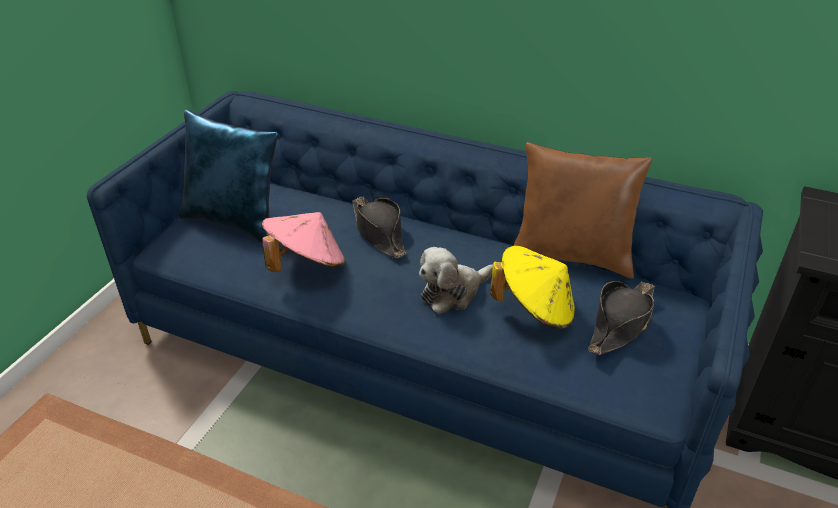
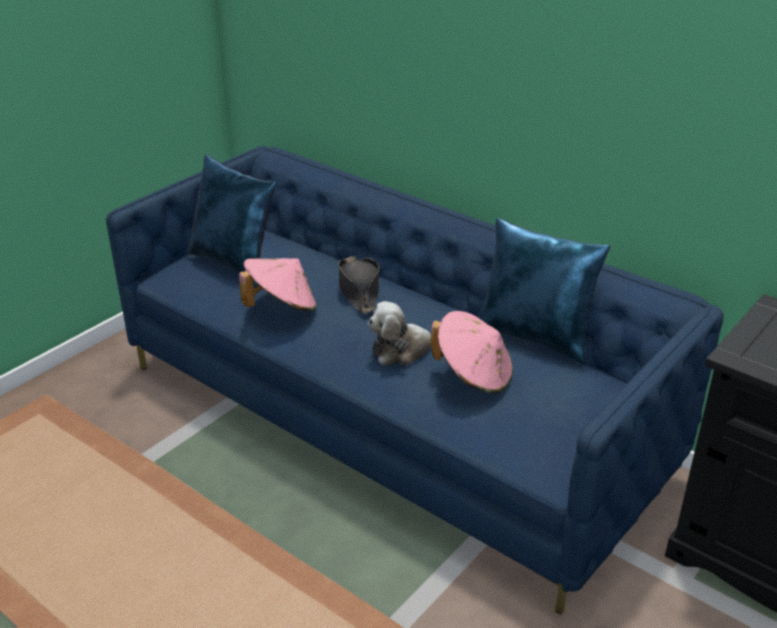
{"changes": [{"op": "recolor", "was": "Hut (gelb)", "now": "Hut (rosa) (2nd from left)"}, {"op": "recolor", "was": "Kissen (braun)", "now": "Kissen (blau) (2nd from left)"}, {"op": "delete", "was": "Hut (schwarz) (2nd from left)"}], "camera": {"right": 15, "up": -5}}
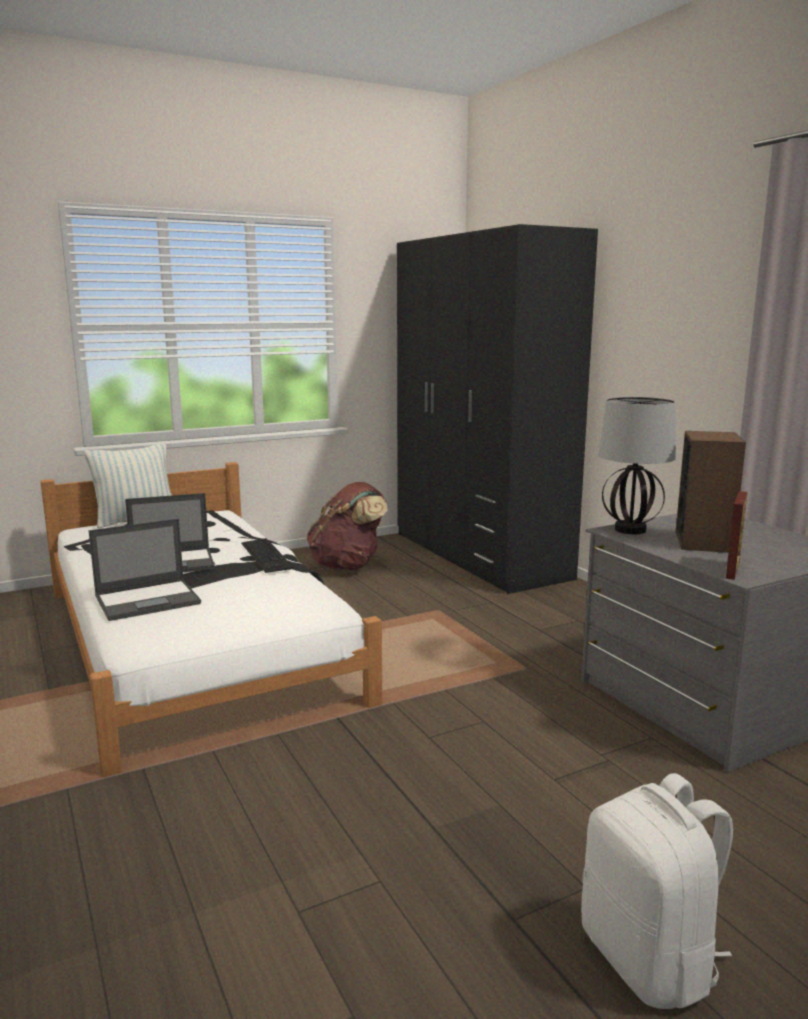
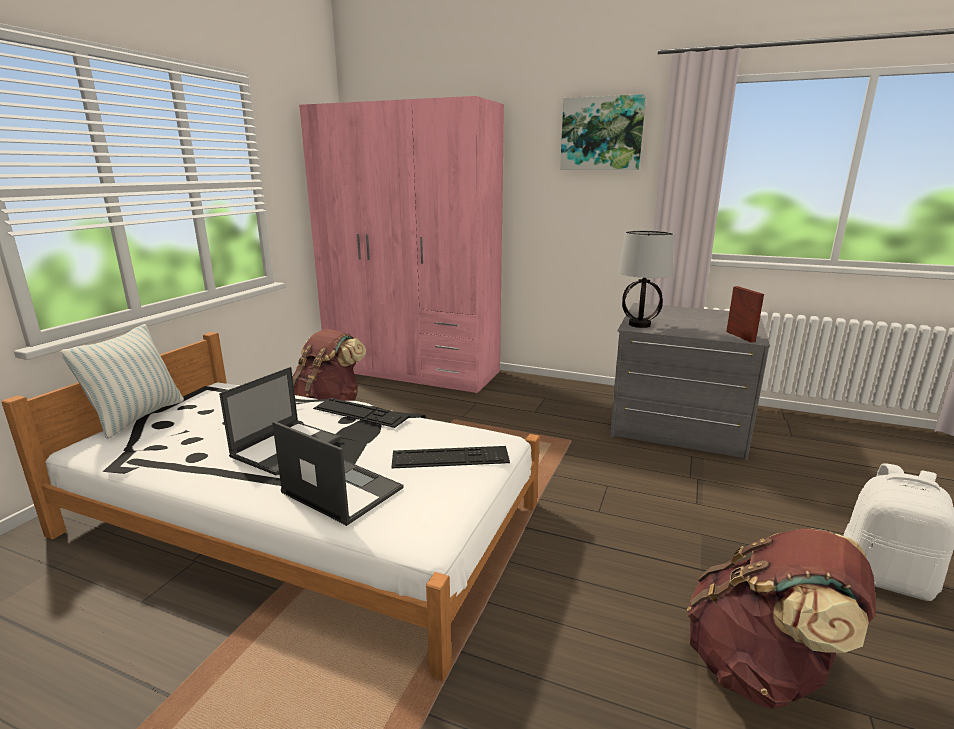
{"changes": [{"op": "rotate", "was": "Laptop (1st from left in the first image)", "clockwise": -75}, {"op": "recolor", "was": "Kleiderschrank (schwarz)", "now": "Kleiderschrank (rosa)"}, {"op": "insert", "now": "Tastatur (2nd from left)"}, {"op": "insert", "now": "Bild"}, {"op": "insert", "now": "Rucksack (braun) (2nd from left)"}, {"op": "delete", "was": "Lautsprecher"}], "camera": {"right": -40, "up": 5}}
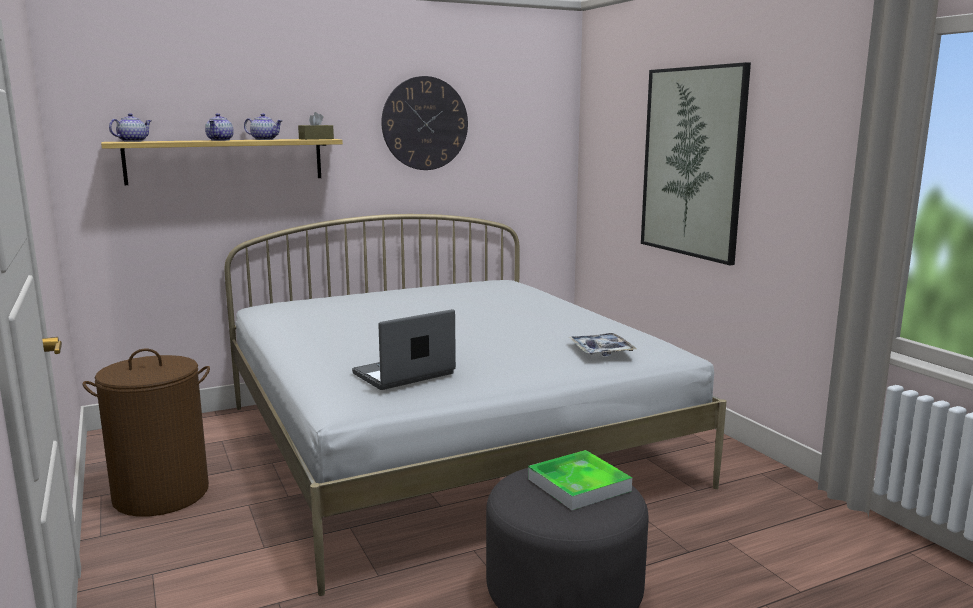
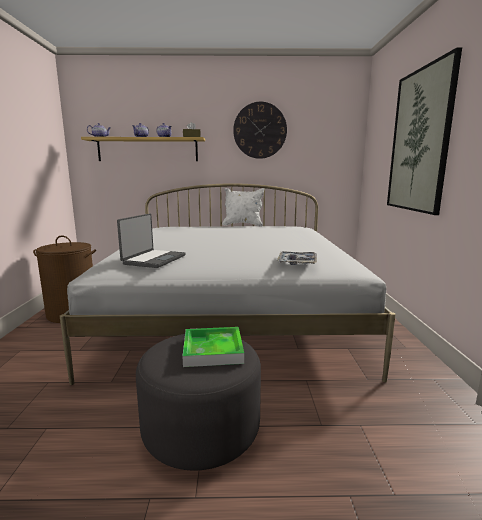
{"changes": [{"op": "rotate", "was": "Laptop", "clockwise": 120}, {"op": "insert", "now": "Kissen (weiß)"}], "camera": {"right": 25, "up": 0}}
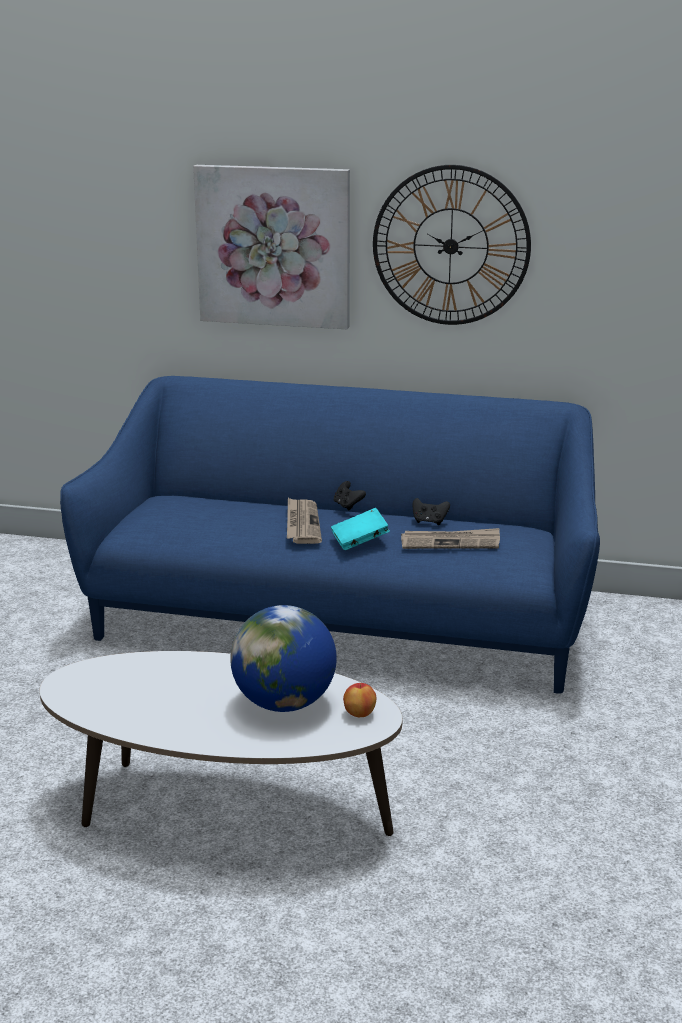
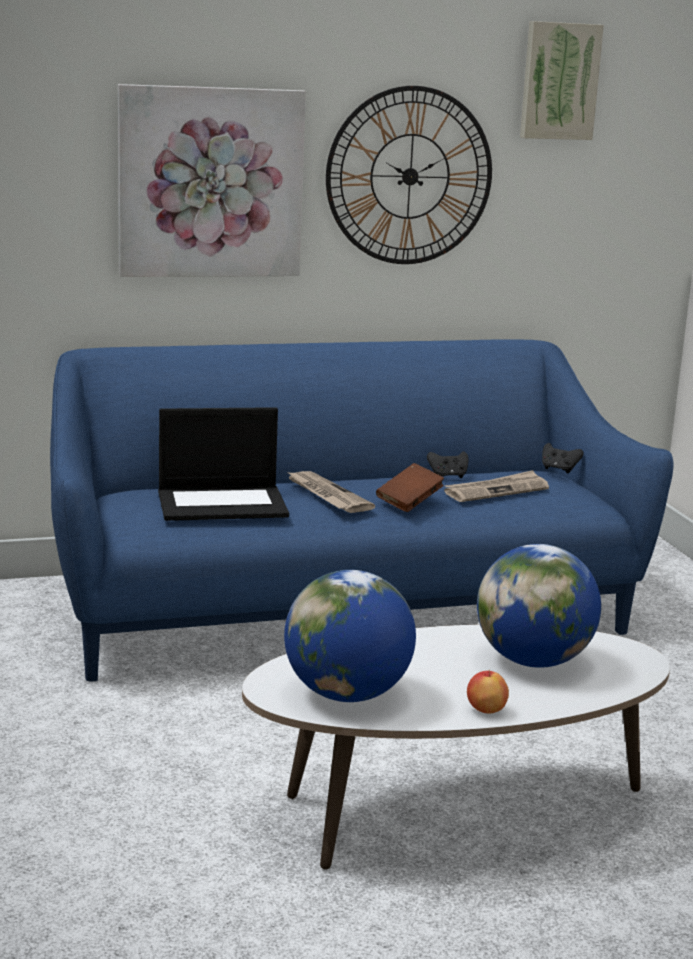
{"changes": [{"op": "insert", "now": "Laptop"}, {"op": "insert", "now": "Globus (1st from left)"}, {"op": "recolor", "was": "Buch (türkis)", "now": "Buch (braun)"}, {"op": "move", "was": "Apfel"}, {"op": "insert", "now": "Bild (2nd from left)"}, {"op": "move", "was": "Gamepad (schwarz) (1st from left in the first image)", "now": "Gamepad (schwarz) (2nd from left)"}], "camera": {"right": -30, "up": -5}}
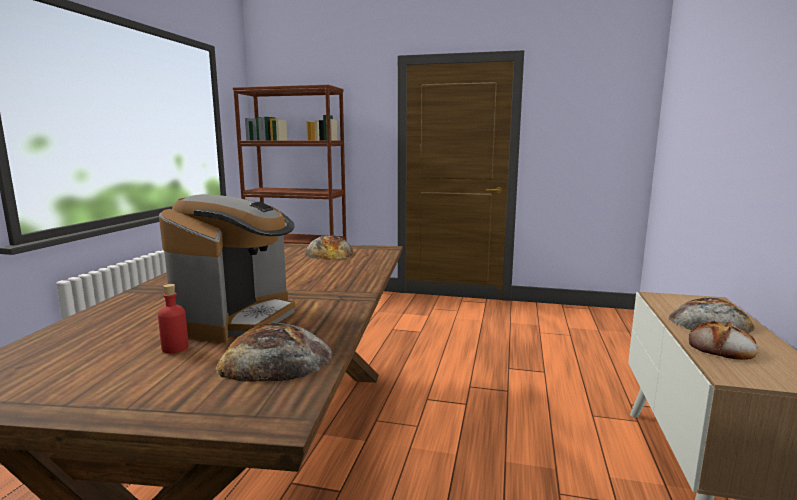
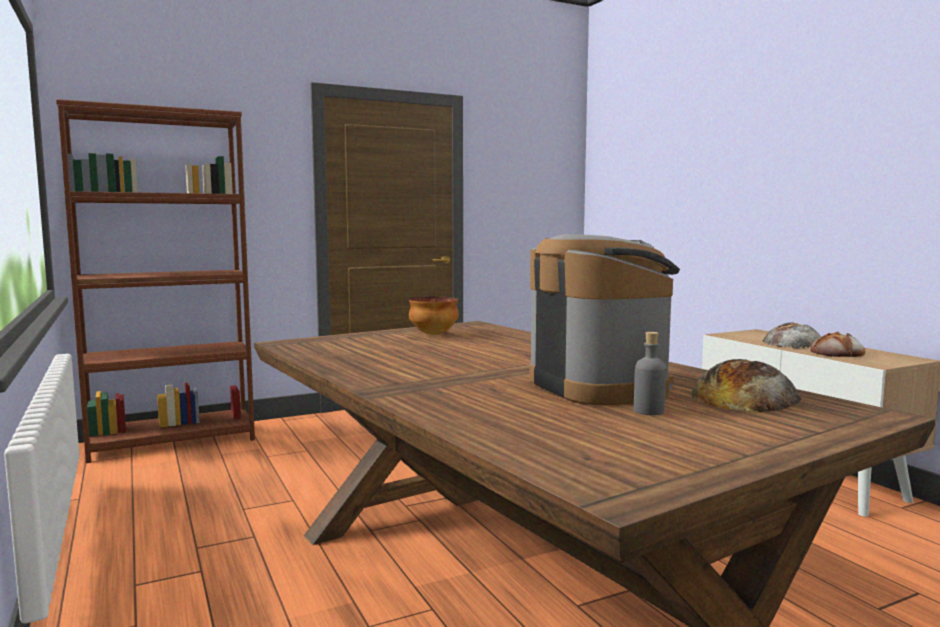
{"changes": [{"op": "replace", "was": "Brot (2nd from left)", "now": "Schüssel"}, {"op": "recolor", "was": "Flasche (rot)", "now": "Flasche (grau)"}], "camera": {"right": -40, "up": -5}}
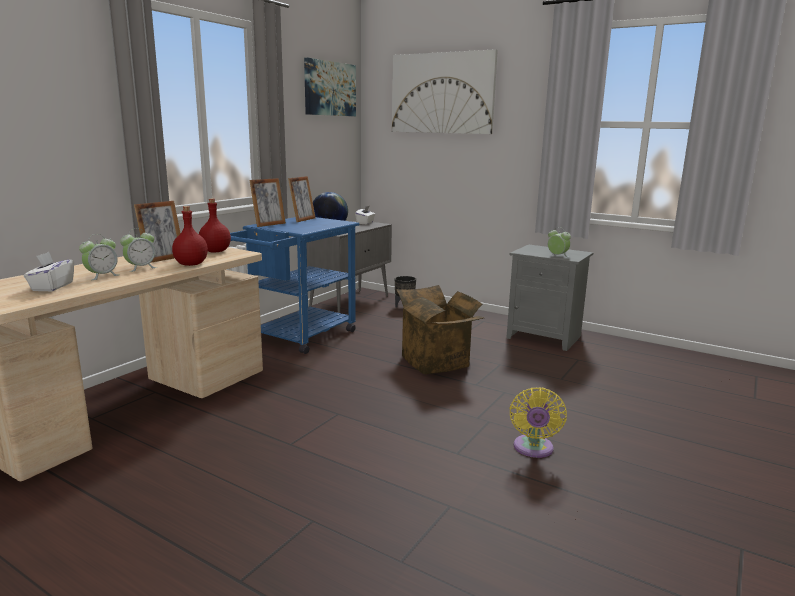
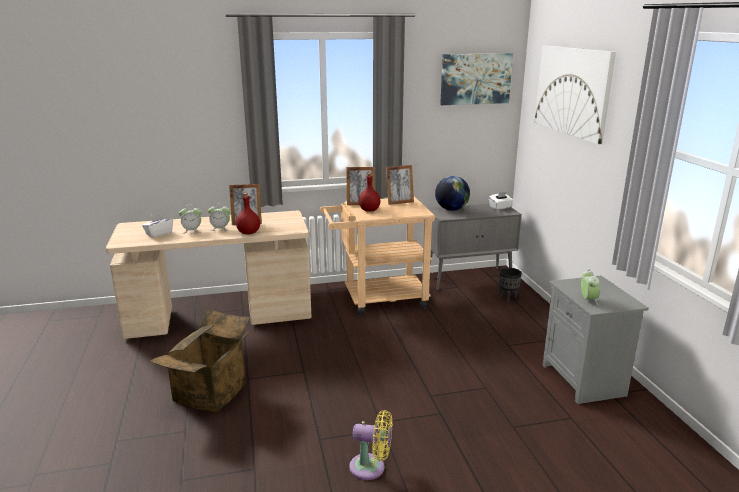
{"changes": [{"op": "move", "was": "Karton"}, {"op": "recolor", "was": "Rollwagen (blau)", "now": "Rollwagen (beige)"}, {"op": "rotate", "was": "Ventilator (gelb)", "clockwise": -135}, {"op": "move", "was": "Flasche (rot) (2nd from left)"}], "camera": {"right": 45, "up": 5}}
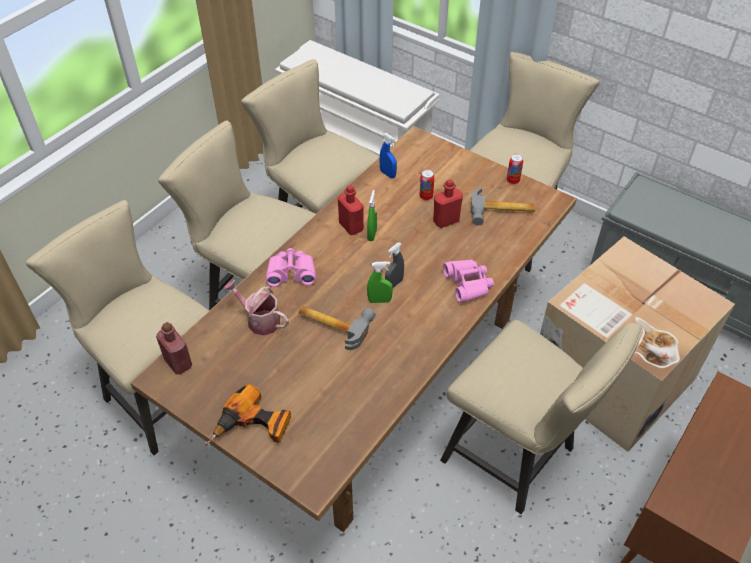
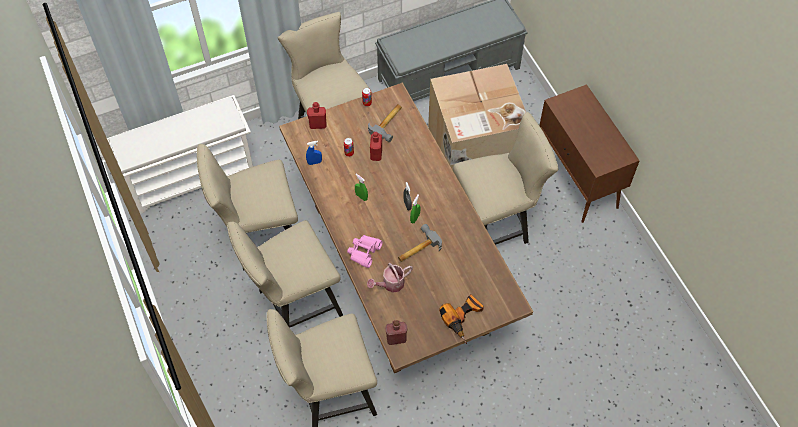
{"changes": [{"op": "move", "was": "Flasche (rot) (2nd from left in the first image)", "now": "Flasche (rot) (1st from left)"}, {"op": "delete", "was": "Fernglas (rosa) (2nd from left)"}], "camera": {"right": -60, "up": 10}}
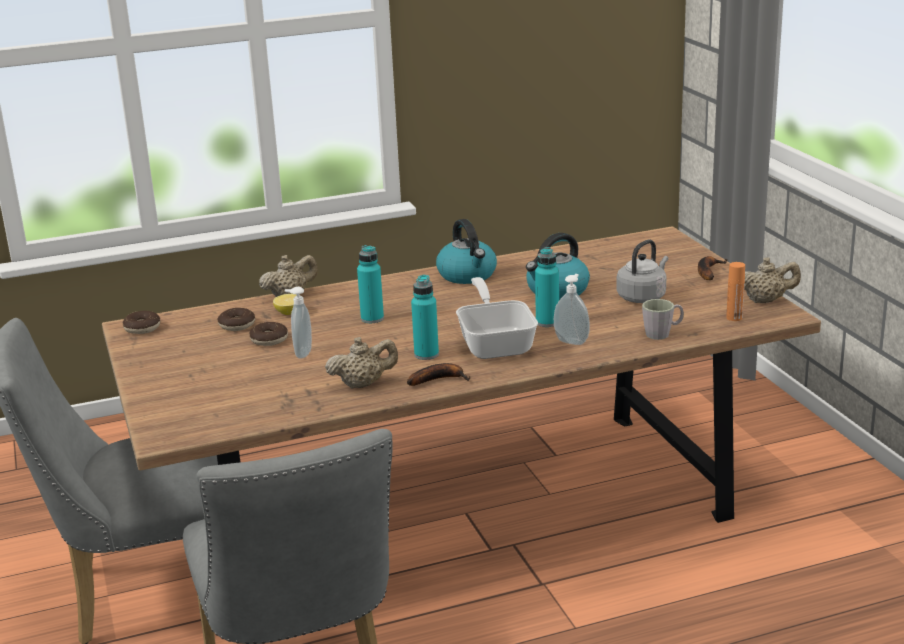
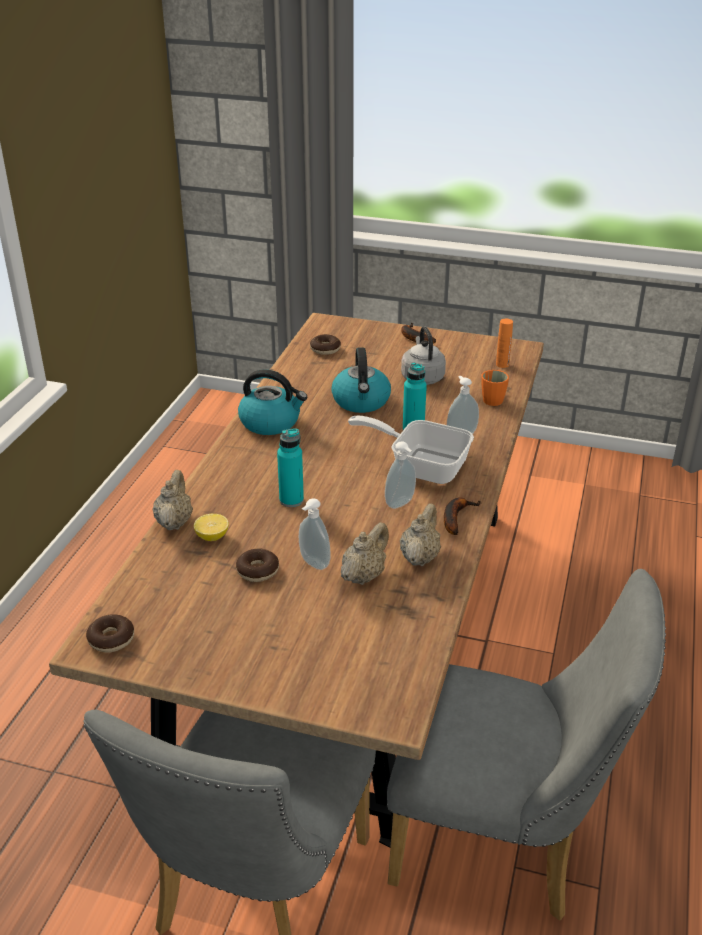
{"changes": [{"op": "move", "was": "Donut (2nd from left in the first image)", "now": "Donut (3rd from left)"}, {"op": "move", "was": "Teekanne (beige) (3rd from left in the first image)", "now": "Teekanne (beige) (2nd from left)"}, {"op": "replace", "was": "Flasche (türkis) (2nd from left)", "now": "Seifenspender (2nd from left)"}, {"op": "recolor", "was": "Henkelbecher (grau)", "now": "Henkelbecher (orange)"}], "camera": {"right": -55, "up": 10}}
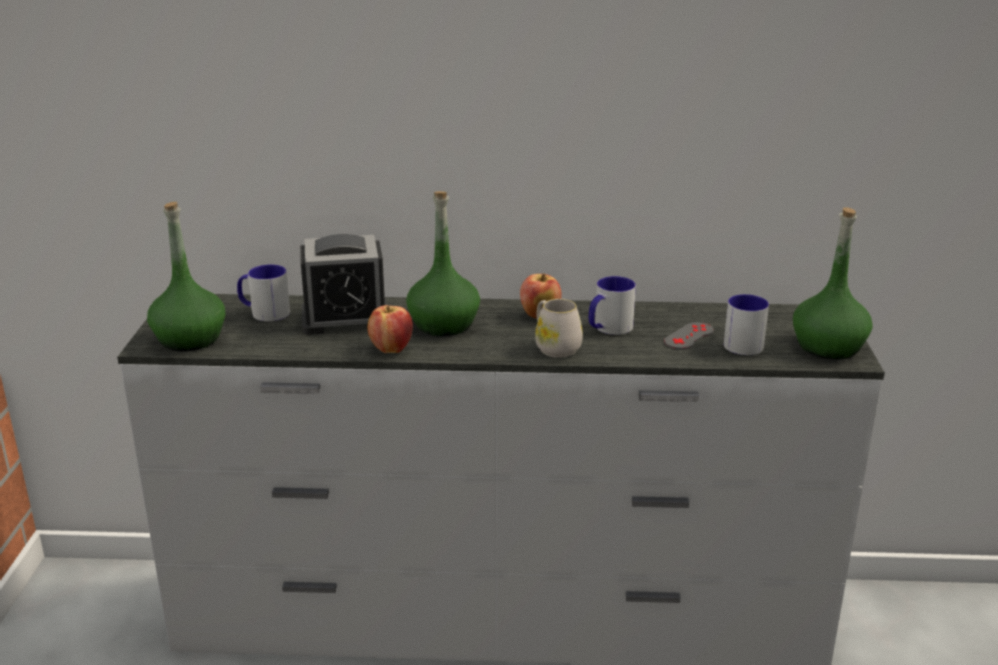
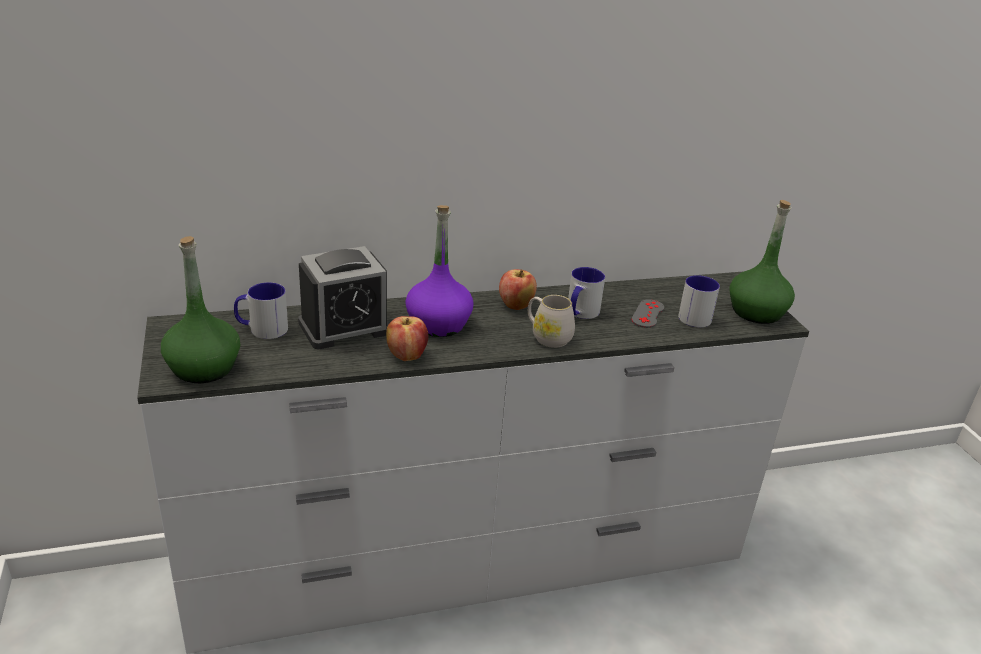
{"changes": [{"op": "recolor", "was": "Flasche (grün) (2nd from left)", "now": "Flasche (lila)"}], "camera": {"right": -20, "up": 5}}
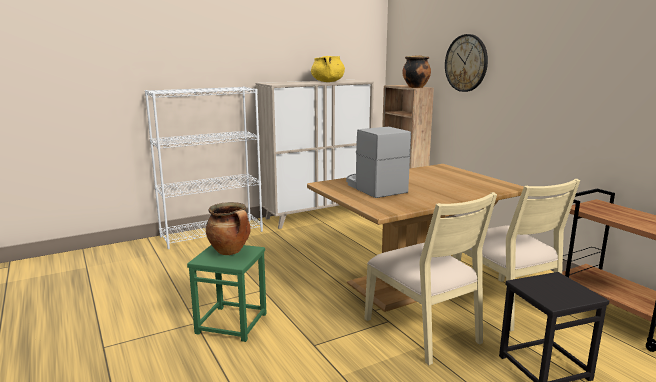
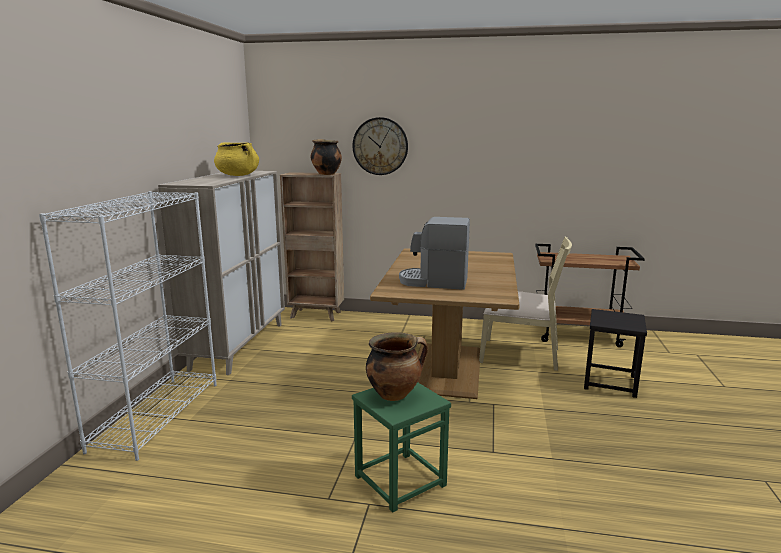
{"changes": [{"op": "delete", "was": "Stuhl (beige) (1st from left)"}], "camera": {"right": -50, "up": 0}}
